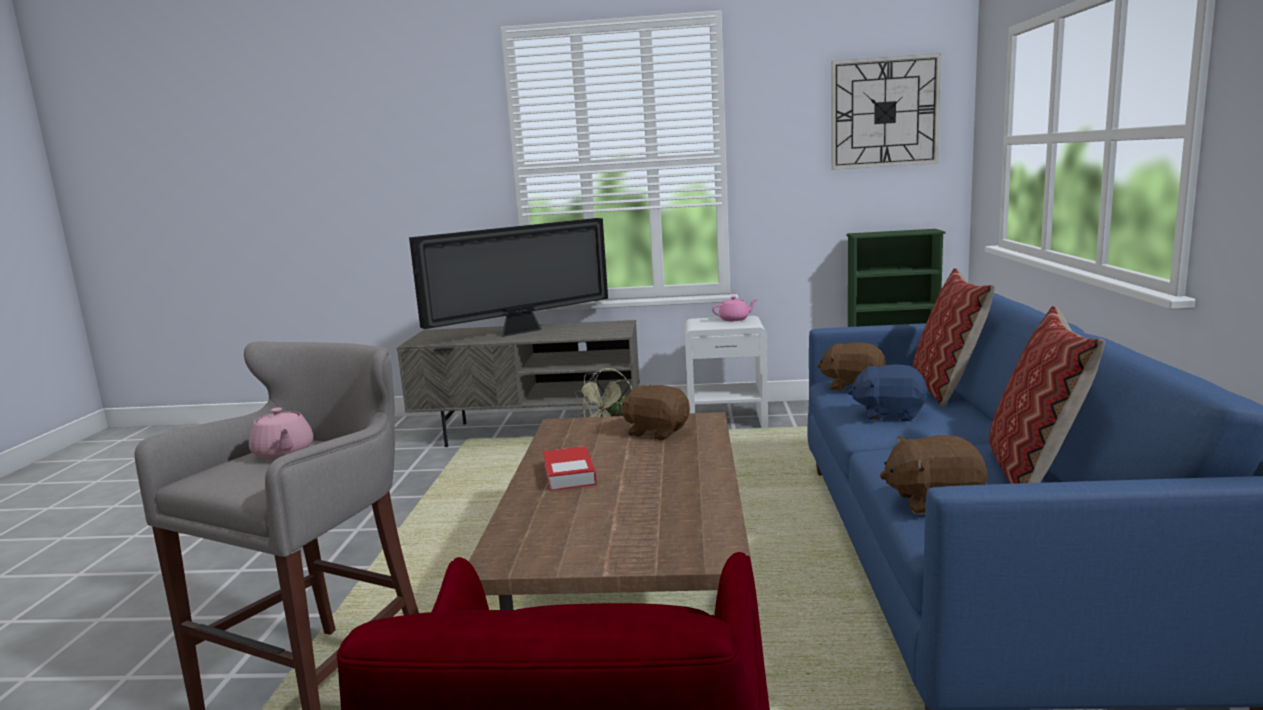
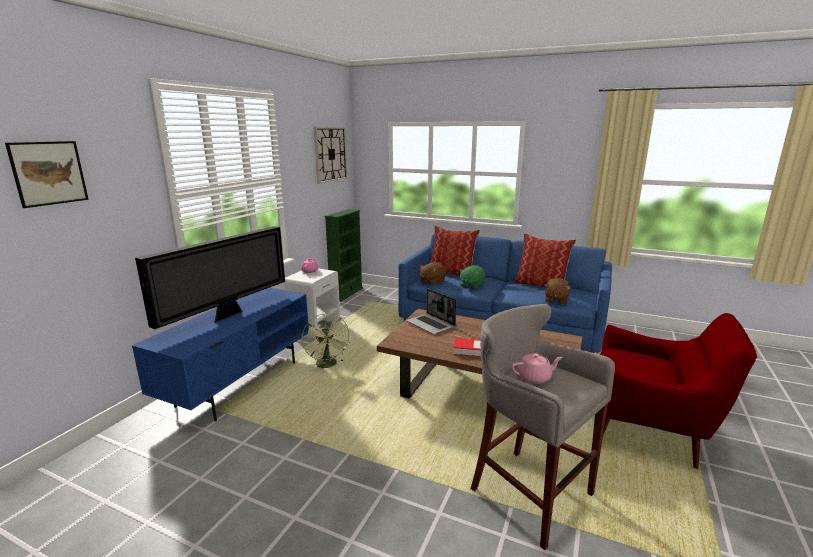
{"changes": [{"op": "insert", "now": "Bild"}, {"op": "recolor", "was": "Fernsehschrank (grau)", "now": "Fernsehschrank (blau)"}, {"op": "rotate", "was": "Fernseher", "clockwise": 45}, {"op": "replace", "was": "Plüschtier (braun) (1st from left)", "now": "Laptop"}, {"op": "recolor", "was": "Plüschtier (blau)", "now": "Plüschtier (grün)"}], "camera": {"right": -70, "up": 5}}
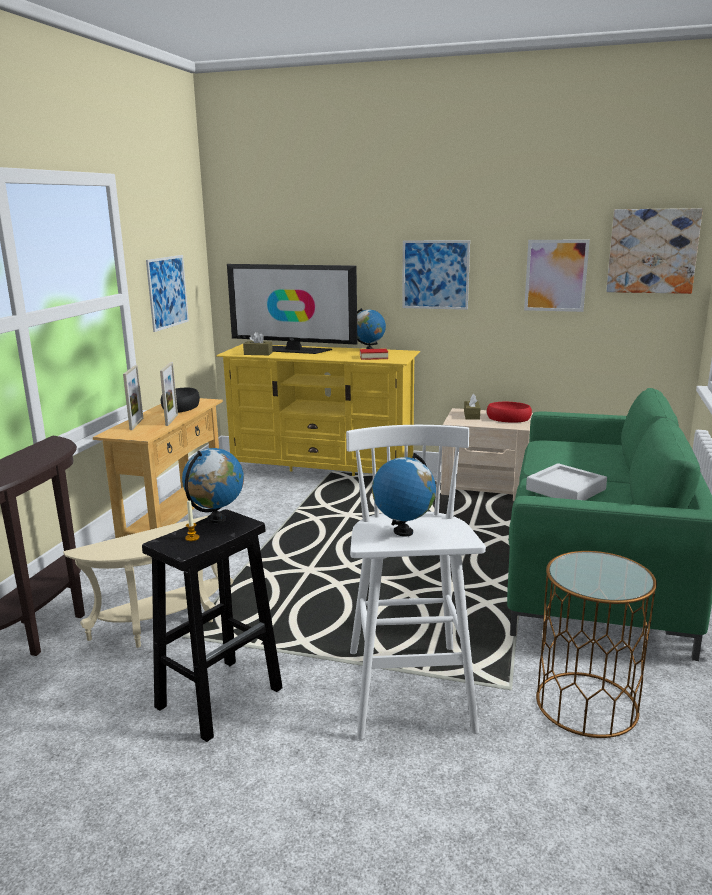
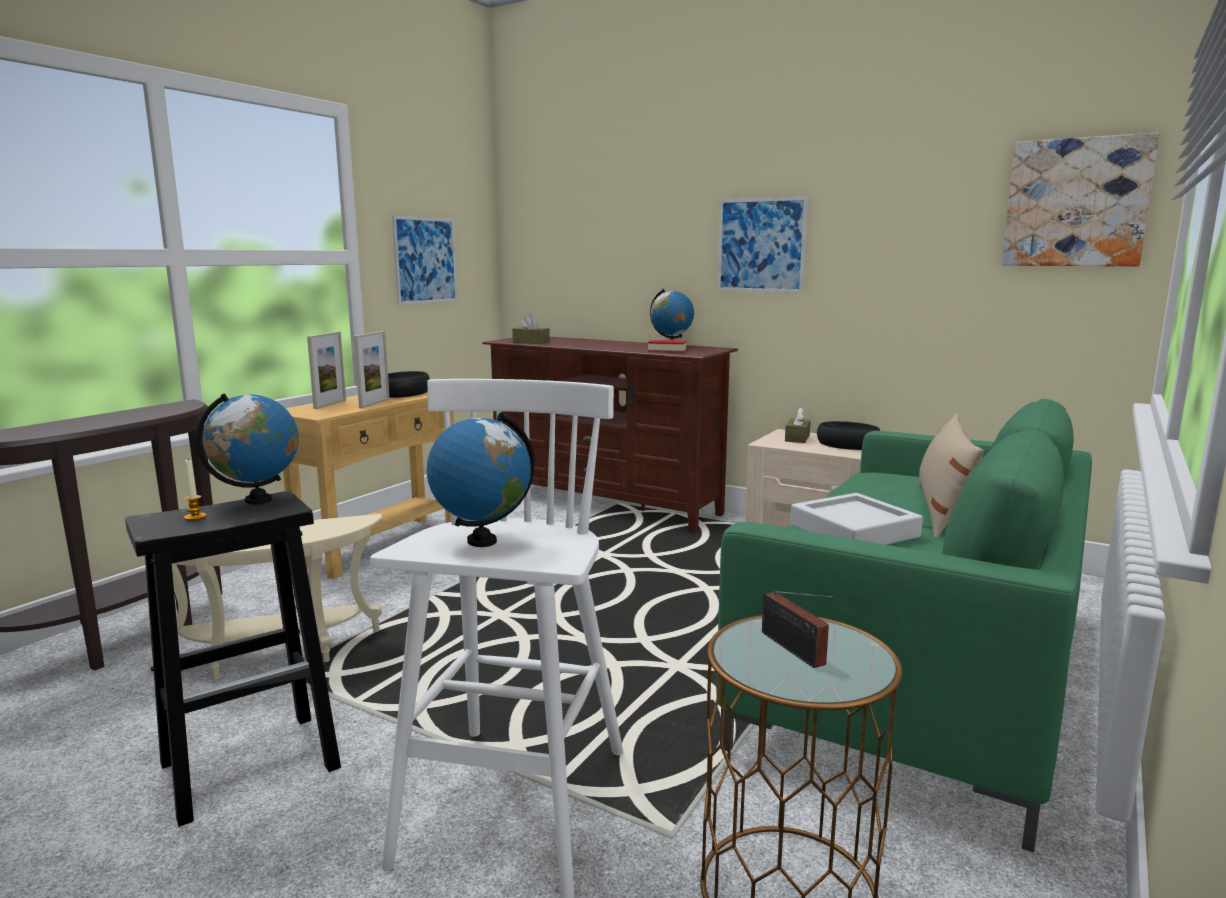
{"changes": [{"op": "recolor", "was": "Fernsehschrank (gelb)", "now": "Fernsehschrank (braun)"}, {"op": "insert", "now": "Radio"}, {"op": "recolor", "was": "Schüssel (rot)", "now": "Schüssel (schwarz) (2nd from left)"}, {"op": "insert", "now": "Kissen (beige)"}, {"op": "delete", "was": "Fernseher"}, {"op": "delete", "was": "Bild (3rd from left)"}], "camera": {"right": 15, "up": -5}}
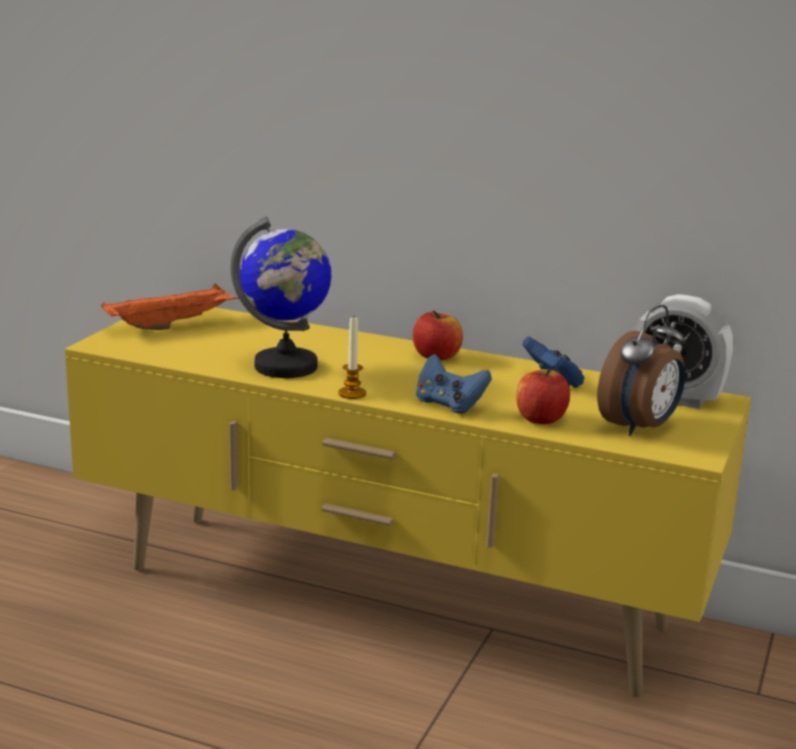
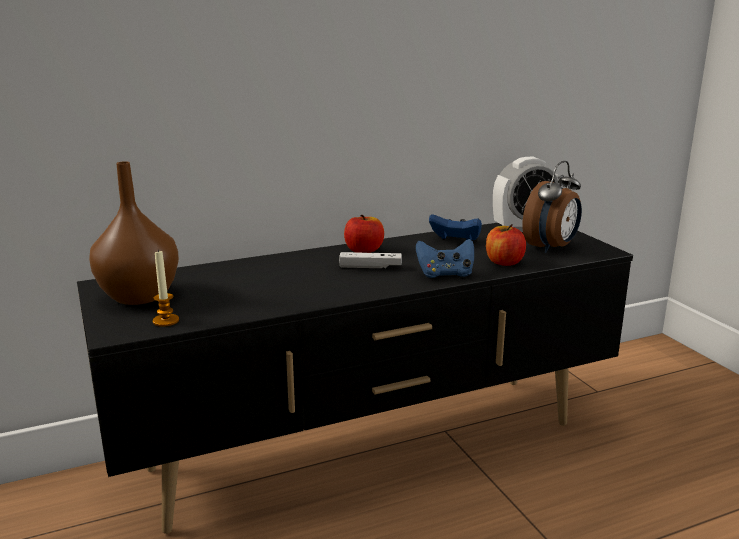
{"changes": [{"op": "recolor", "was": "Fernsehschrank (gelb)", "now": "Fernsehschrank (schwarz)"}, {"op": "replace", "was": "Tablett (orange)", "now": "Vase (braun)"}, {"op": "move", "was": "Kerze"}, {"op": "insert", "now": "Gamepad (weiß)"}, {"op": "rotate", "was": "Wecker (1st from left in the first image)", "clockwise": 45}, {"op": "delete", "was": "Globus"}], "camera": {"right": -45, "up": 0}}
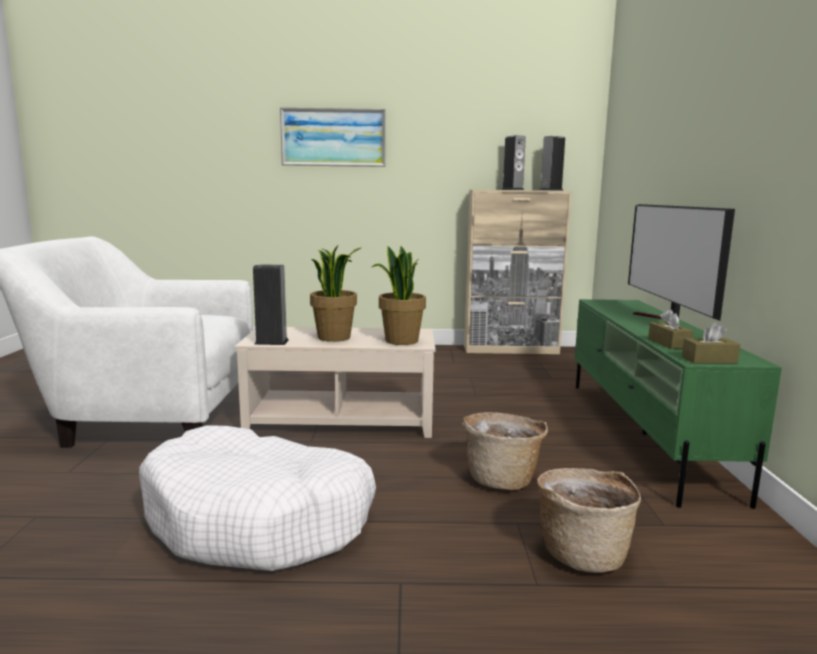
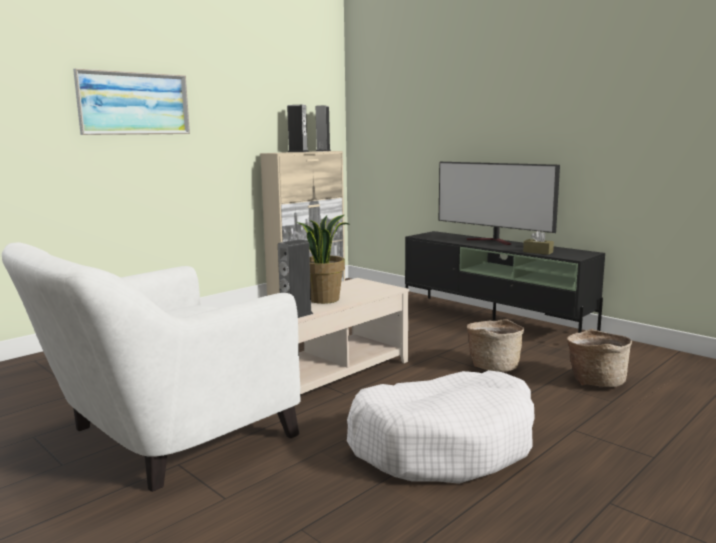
{"changes": [{"op": "recolor", "was": "Fernsehschrank (grün)", "now": "Fernsehschrank (schwarz)"}, {"op": "delete", "was": "Topfpflanze (2nd from left)"}, {"op": "delete", "was": "Taschentuchbox (braun) (2nd from left)"}], "camera": {"right": -45, "up": 0}}
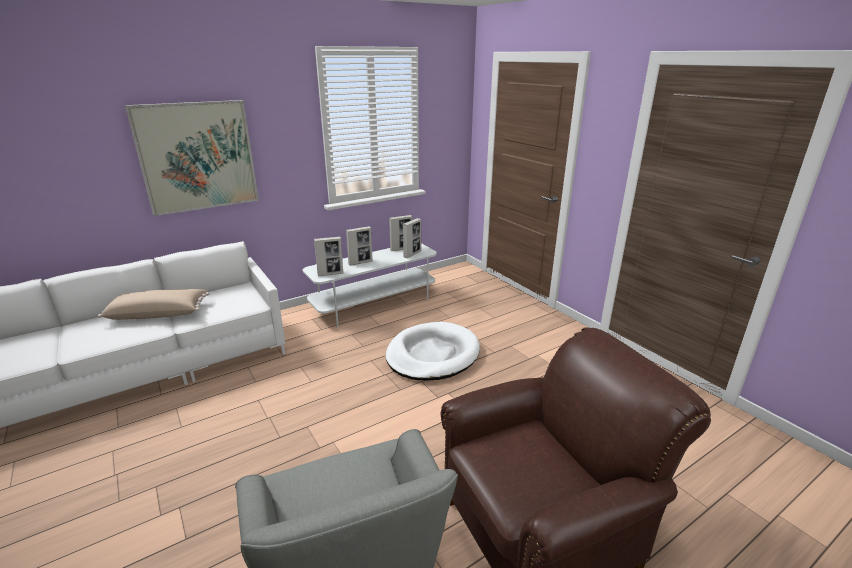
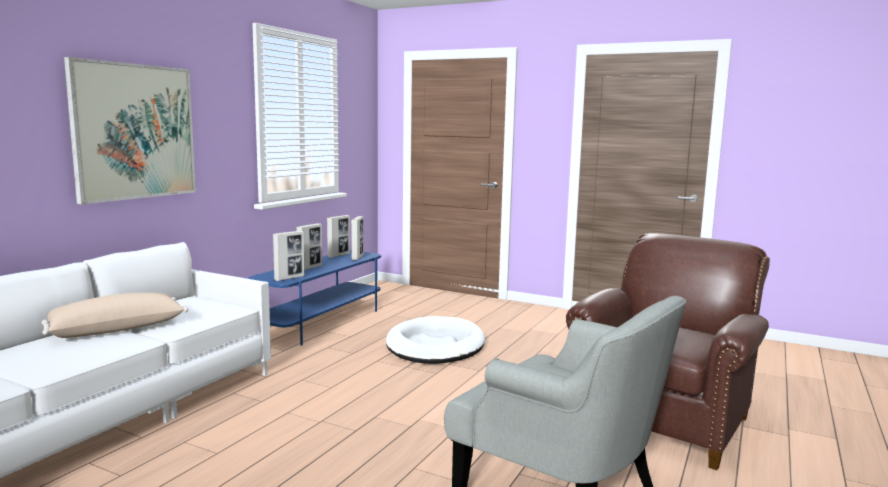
{"changes": [{"op": "recolor", "was": "Fernsehschrank (weiß)", "now": "Fernsehschrank (blau)"}], "camera": {"right": -30, "up": -15}}
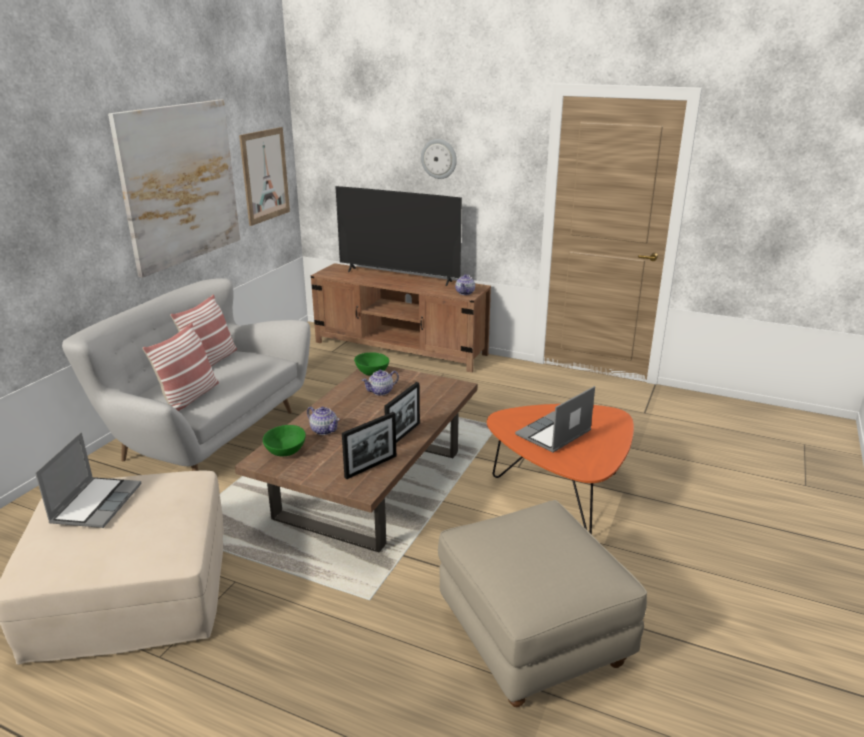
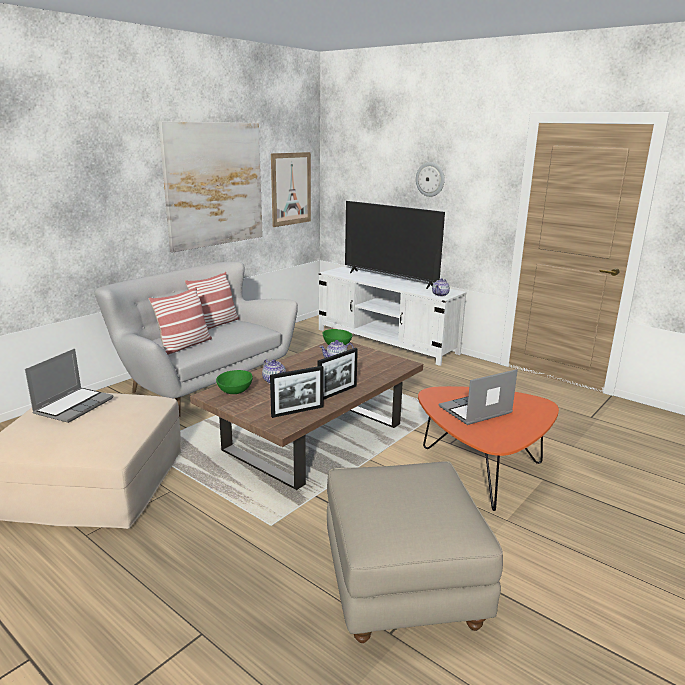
{"changes": [{"op": "recolor", "was": "Fernsehschrank (braun)", "now": "Fernsehschrank (weiß)"}], "camera": {"right": 15, "up": -5}}
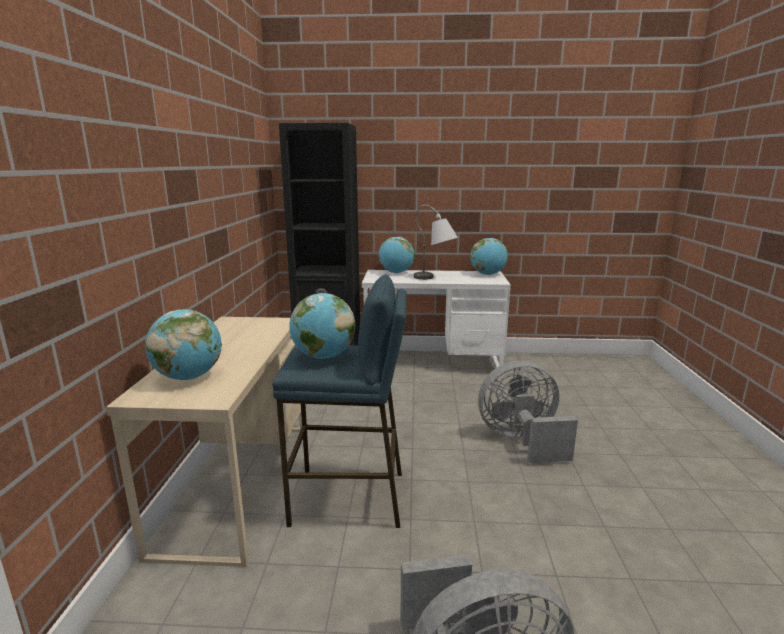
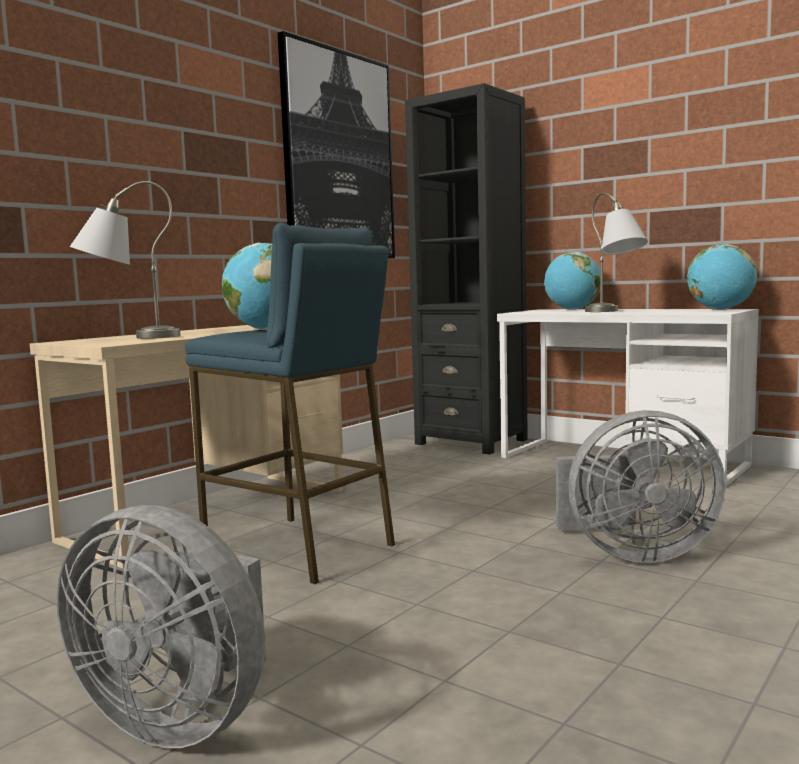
{"changes": [{"op": "replace", "was": "Globus (1st from left)", "now": "Tischlampe (grau) (1st from left)"}, {"op": "insert", "now": "Bild"}, {"op": "rotate", "was": "Ventilator (grau) (2nd from left)", "clockwise": 150}], "camera": {"right": 35, "up": -10}}
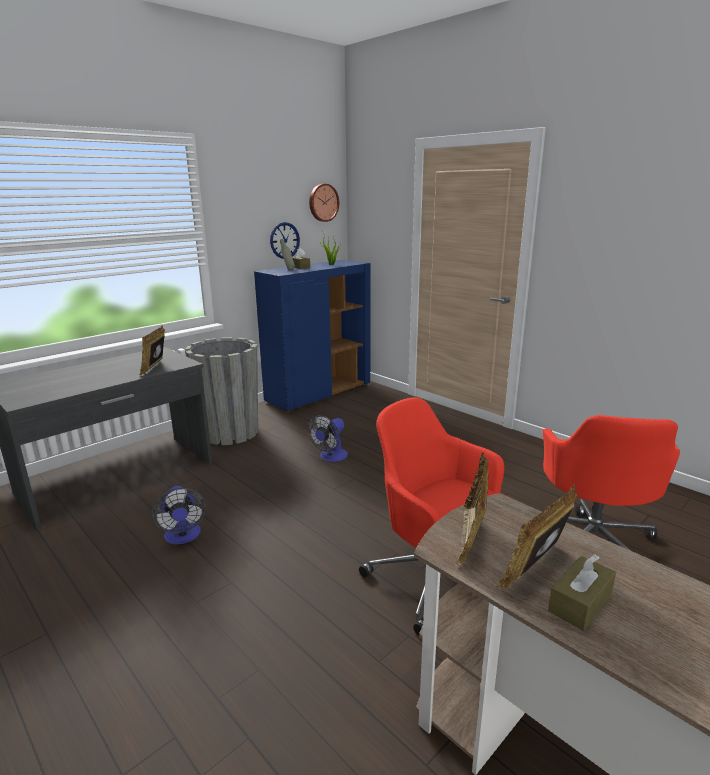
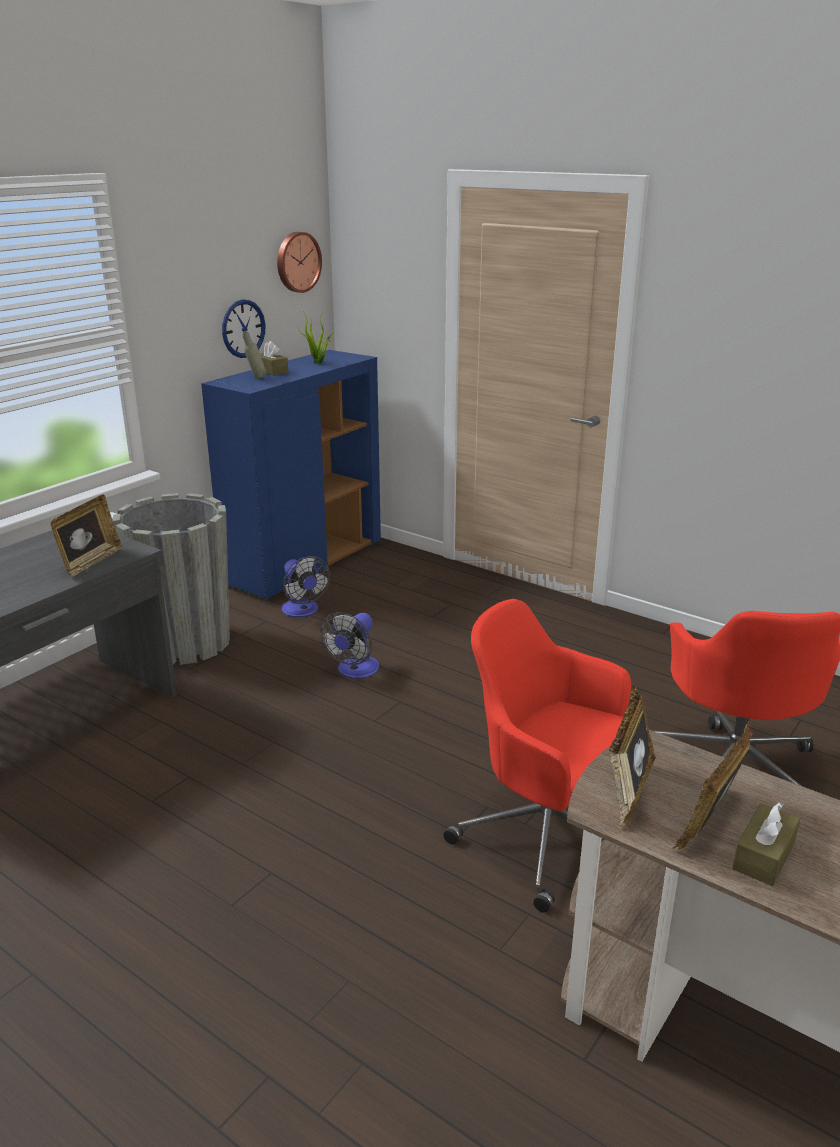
{"changes": [{"op": "rotate", "was": "Bilderrahmen (1st from left)", "clockwise": -150}, {"op": "move", "was": "Ventilator (1st from left)"}], "camera": {"right": -10, "up": 5}}
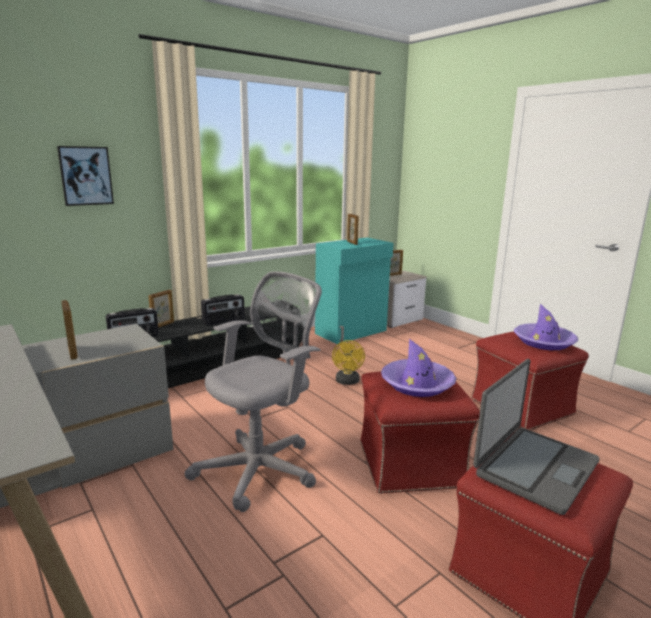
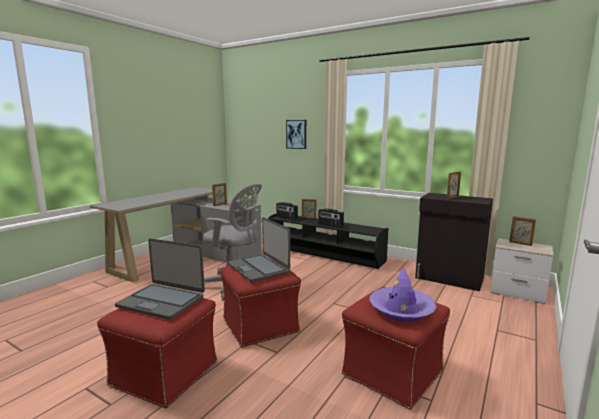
{"changes": [{"op": "replace", "was": "Hut (lila) (1st from left)", "now": "Laptop (2nd from left)"}, {"op": "recolor", "was": "Schrank (türkis)", "now": "Schrank (schwarz)"}, {"op": "delete", "was": "Ventilator (gelb)"}], "camera": {"right": 70, "up": -5}}
